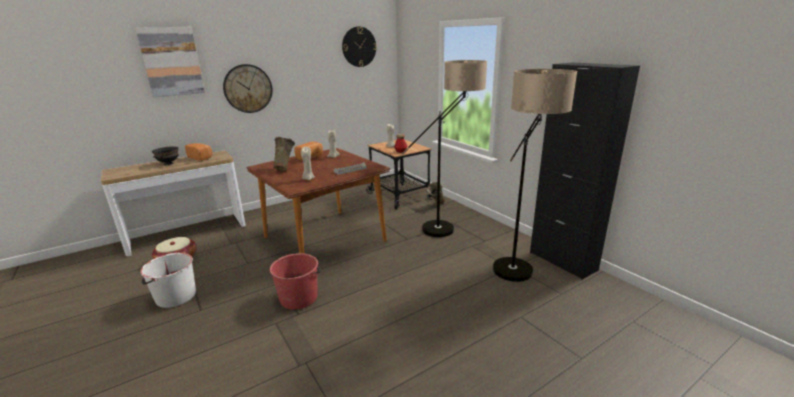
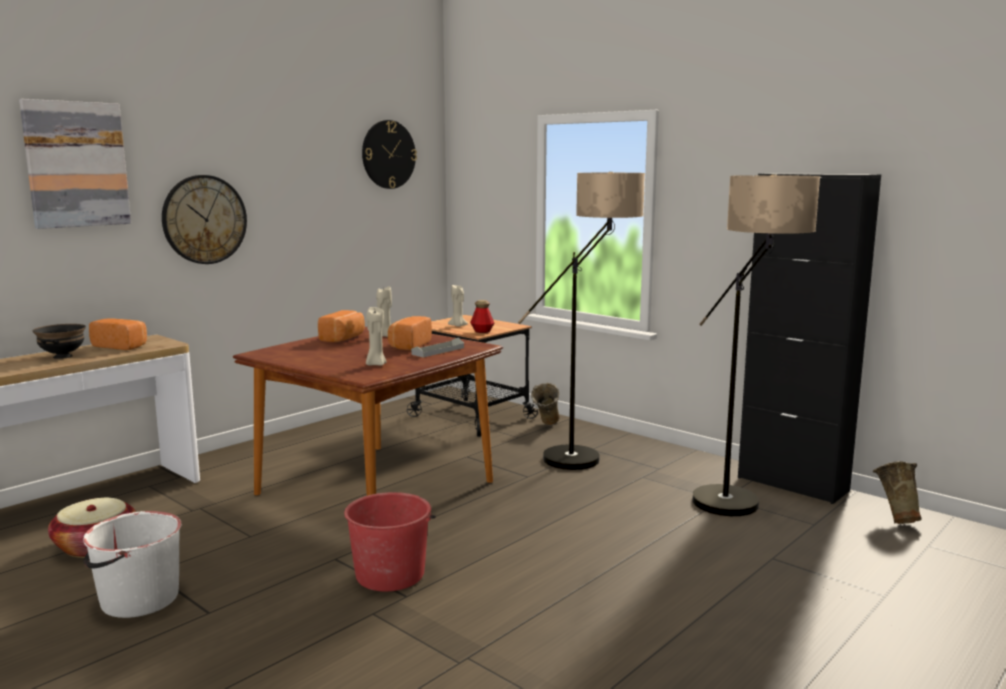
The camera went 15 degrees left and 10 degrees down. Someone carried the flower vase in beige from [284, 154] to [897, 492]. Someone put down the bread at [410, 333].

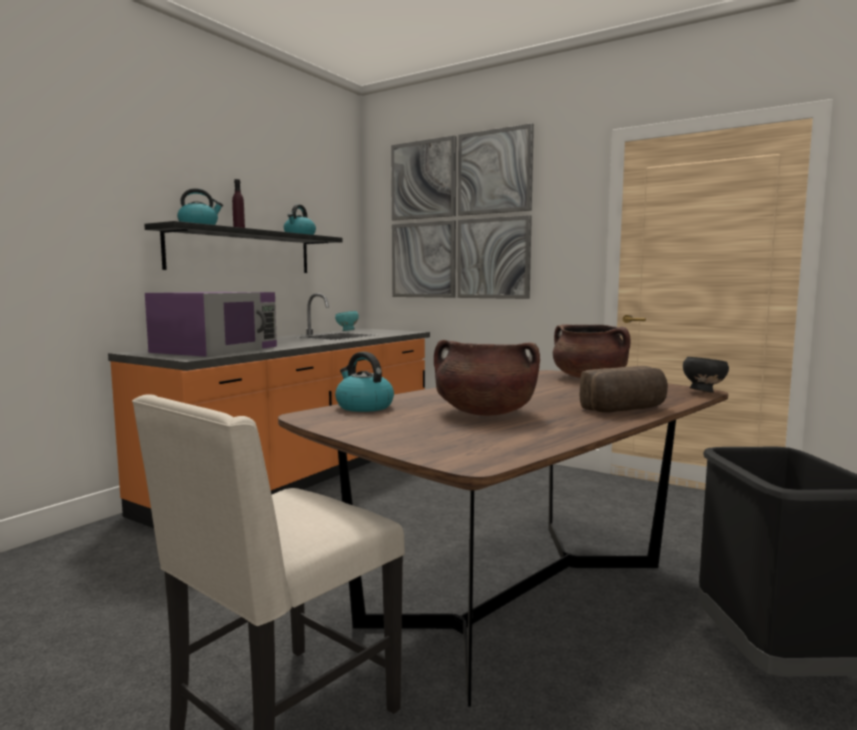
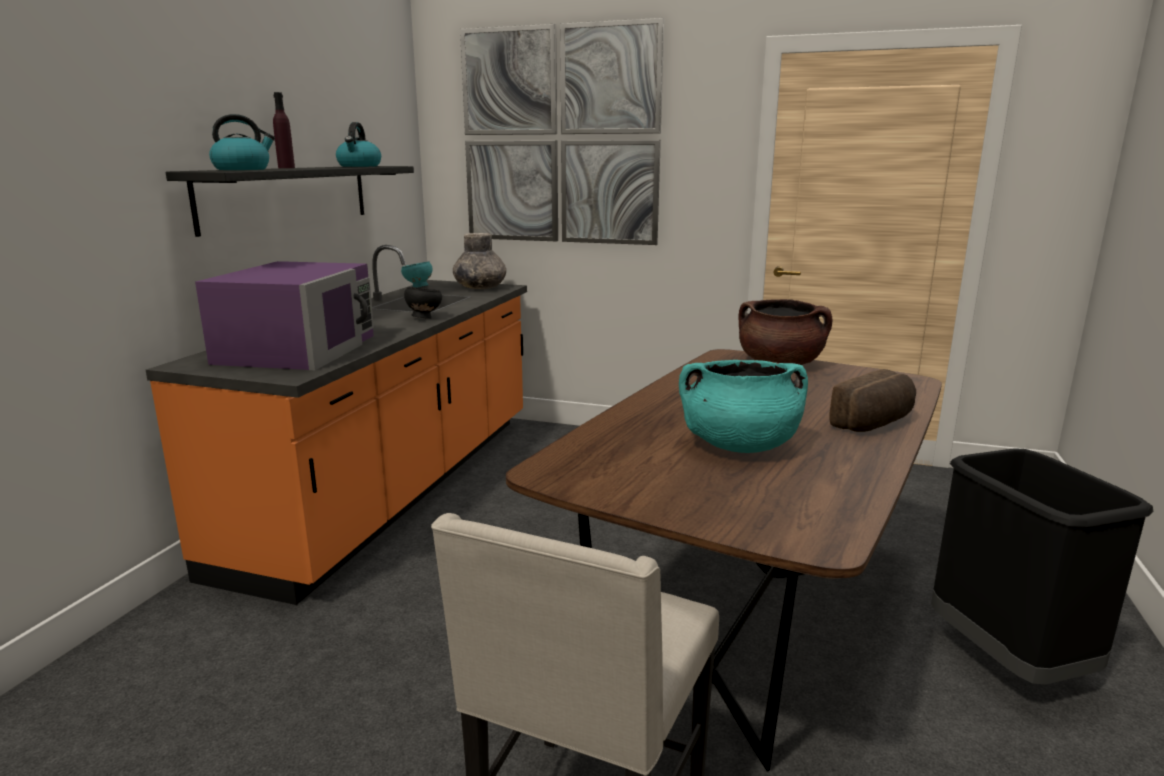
The camera went 15 degrees left and 10 degrees up. Someone repainted the stockpot in brown-coloured at [487, 378], which became the stockpot in turquoise at [743, 406]. Someone took away the water kettle at [364, 382]. Someone carried the deep dish in blackish from [706, 375] to [423, 303]. Someone put down the flower vase in greyish at [479, 261].

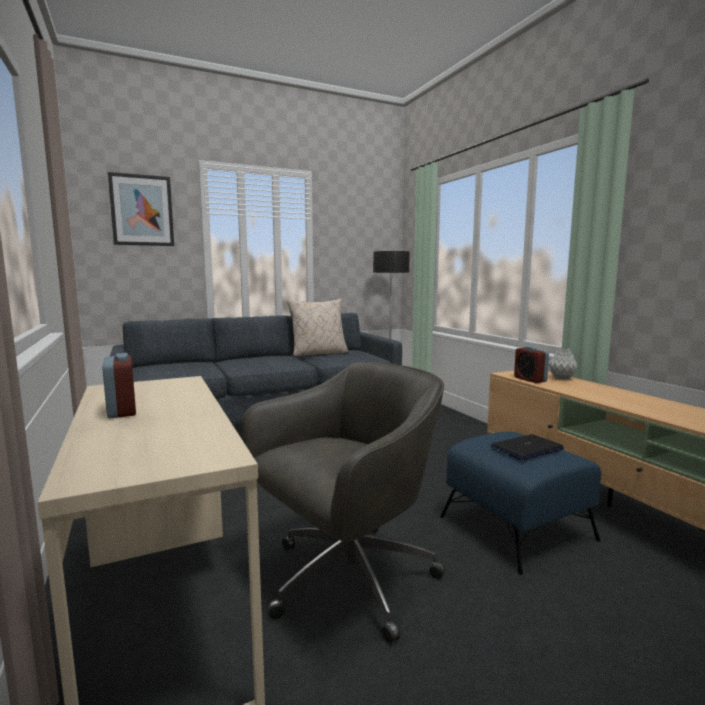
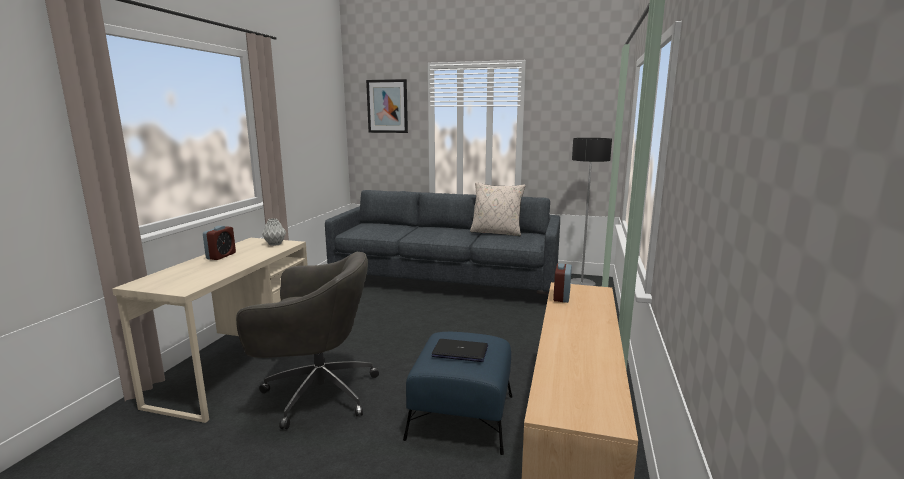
The camera went 40 degrees right and 5 degrees up. Someone carried the flower vase in greyish from [563, 364] to [274, 232].

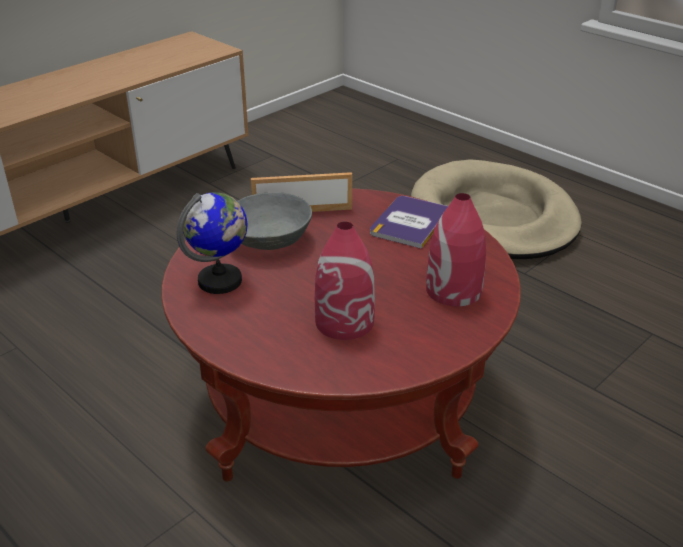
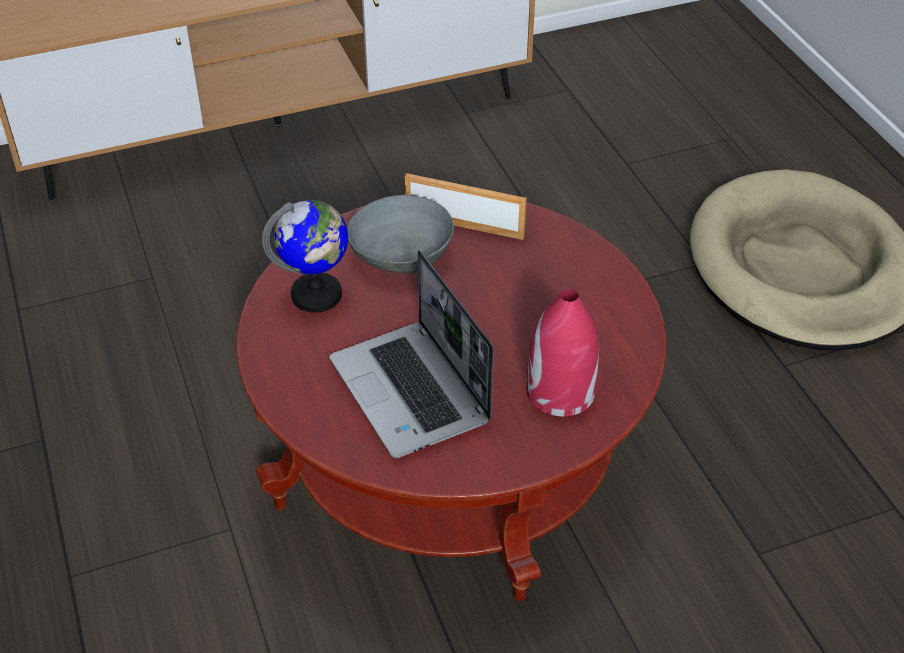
The camera went 25 degrees right and 10 degrees up. Someone took away the book at [409, 222]. Someone swapped the flower vase in red-coloured at [345, 281] for the laptop at [411, 354].

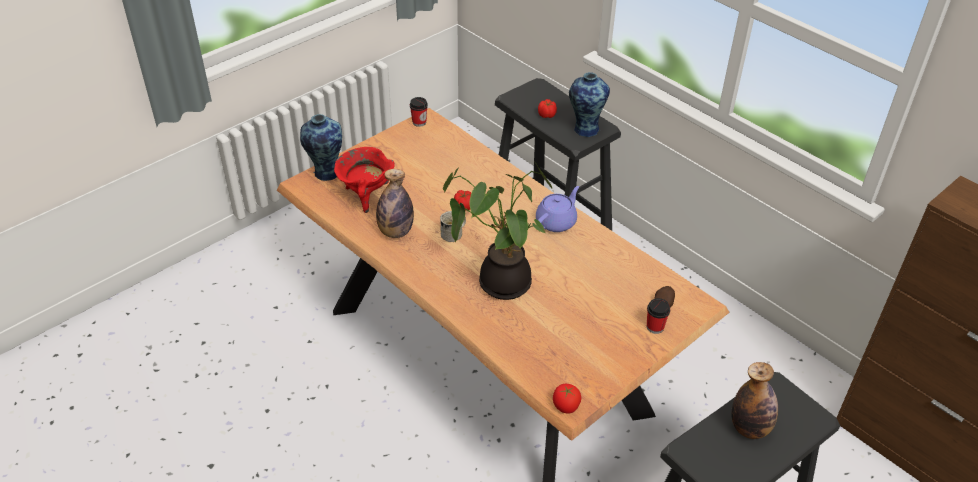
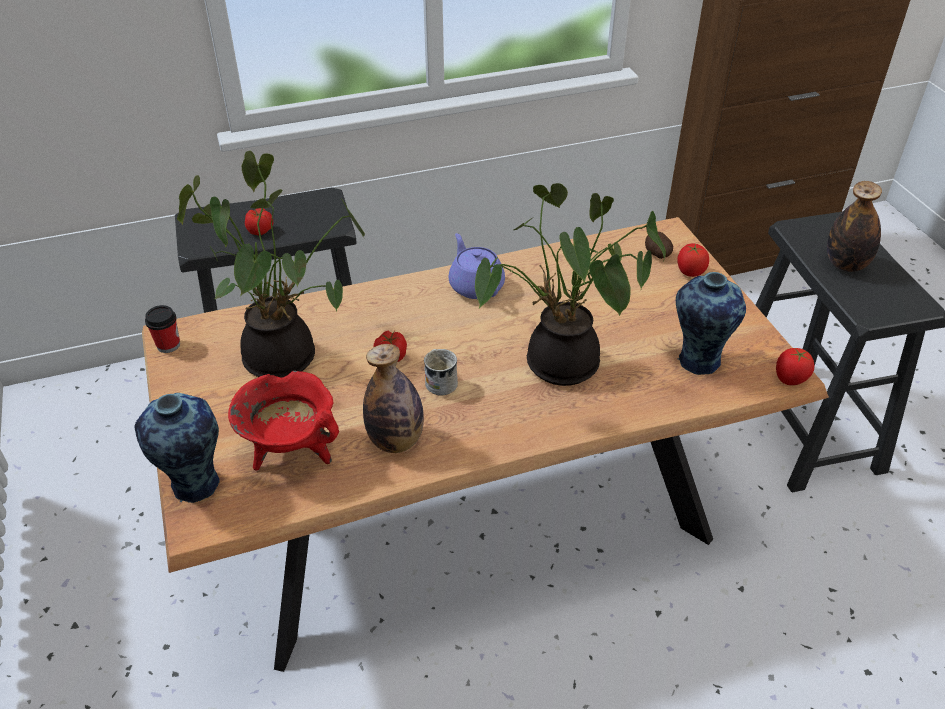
The camera went 65 degrees left and 0 degrees up. Someone carried the flower vase from [589, 104] to [711, 323]. Someone swapped the small cup at [658, 316] for the tomato at [693, 260]. Someone put down the plant in a pot at [271, 264].

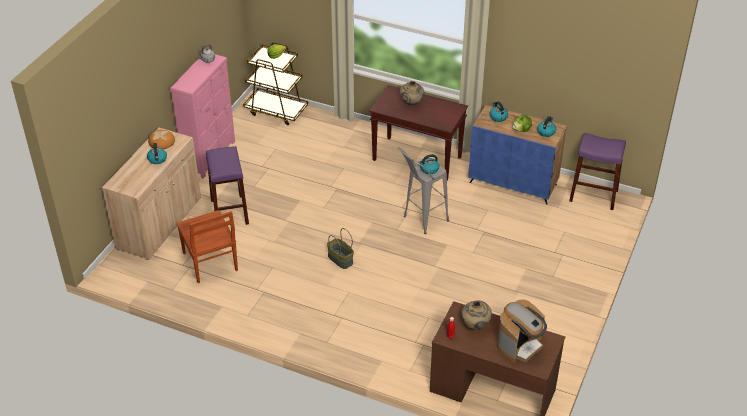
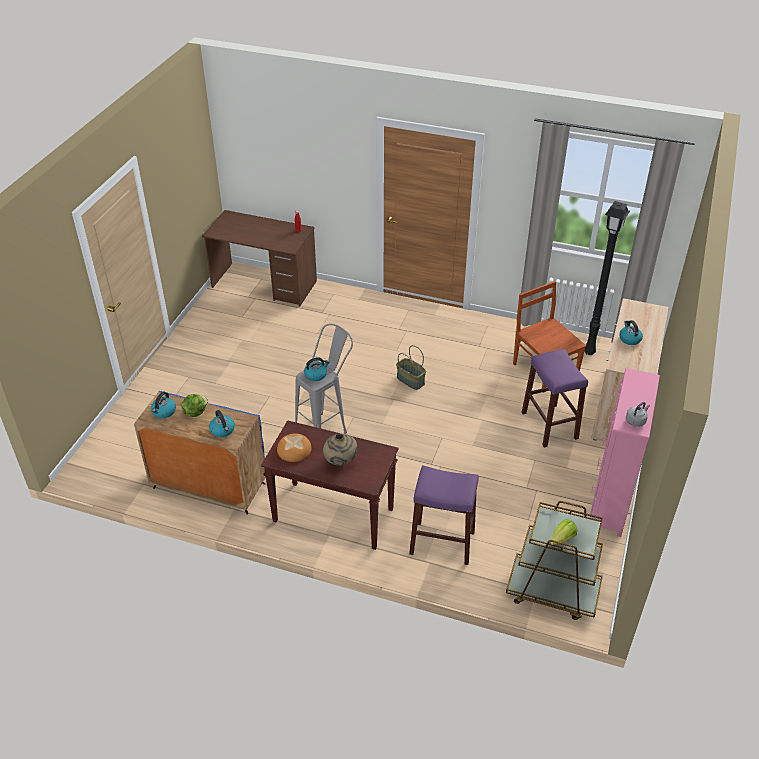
The camera went 175 degrees right and 0 degrees up. Someone carried the bread from [161, 139] to [294, 447]. Someone carried the stool in purple from [597, 171] to [444, 515]. Someone took away the coffee machine at [522, 330]. Someone took away the flower vase in beige at [476, 315]. Someone put down the standing lamp in blackish at [607, 278].

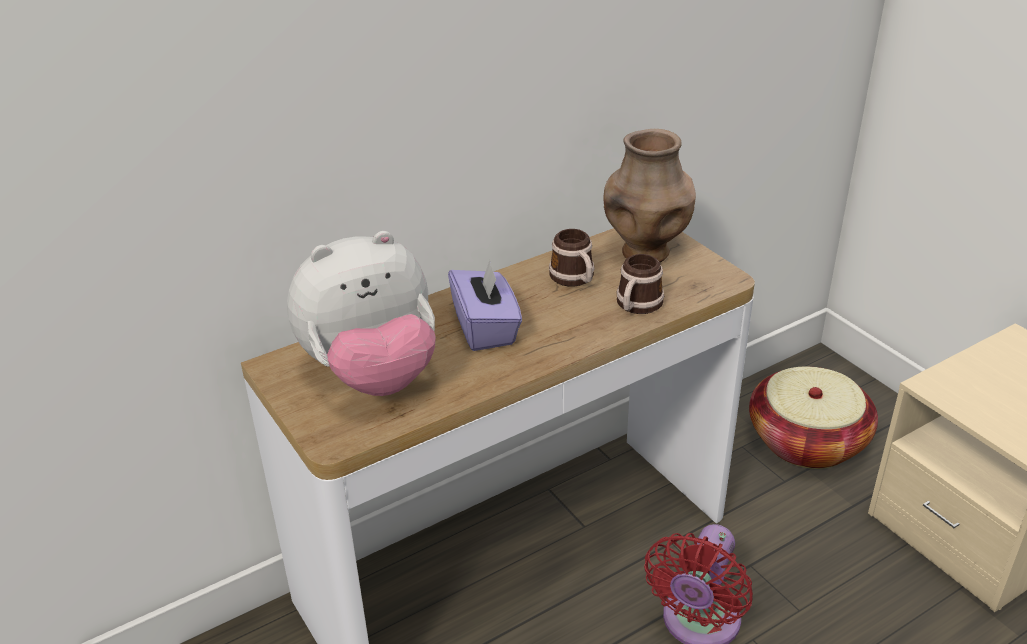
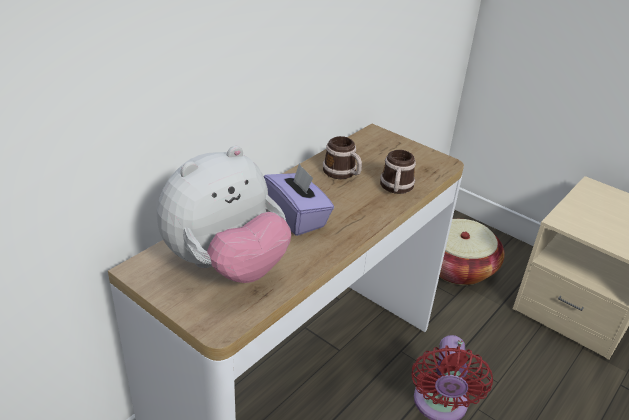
The camera went 20 degrees left and 0 degrees up. Someone took away the flower vase in brown-coloured at [649, 196].

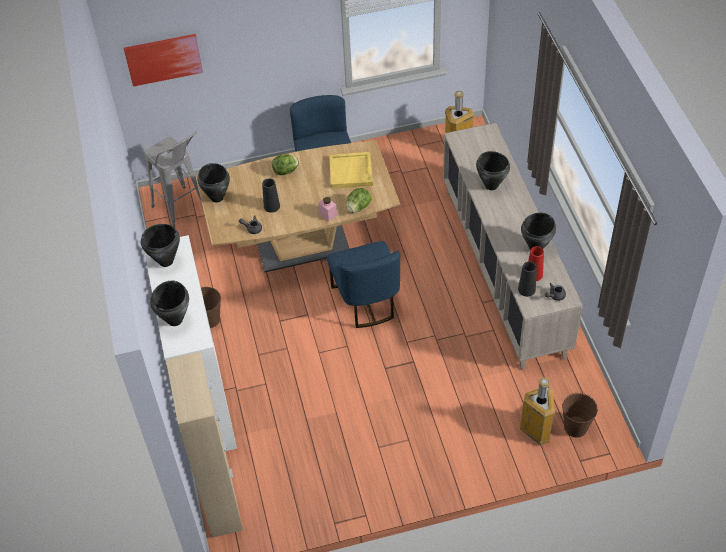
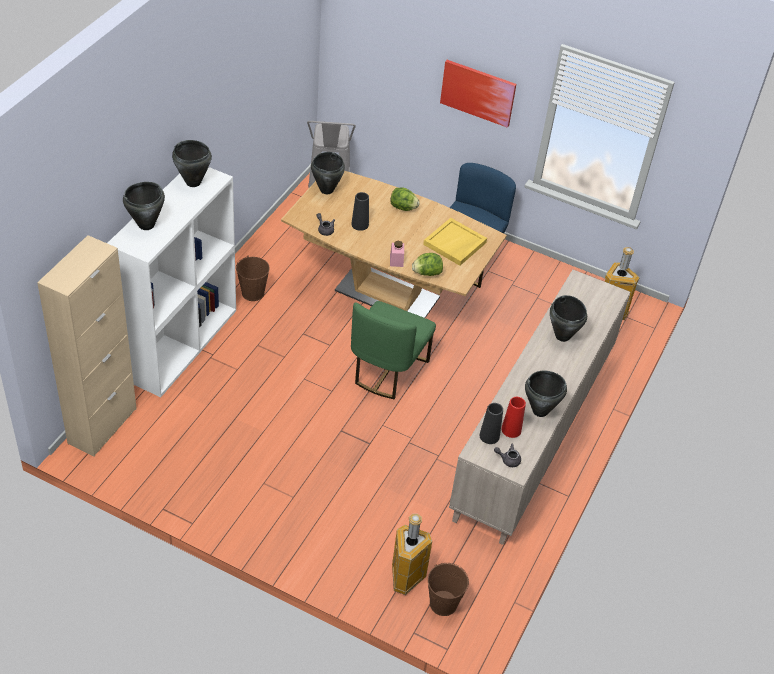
The camera went 35 degrees right and 5 degrees down. Someone carried the wall picture from [163, 60] to [478, 94]. Someone repainted the upright chair in blue at [363, 284], which became the upright chair in green at [393, 350].

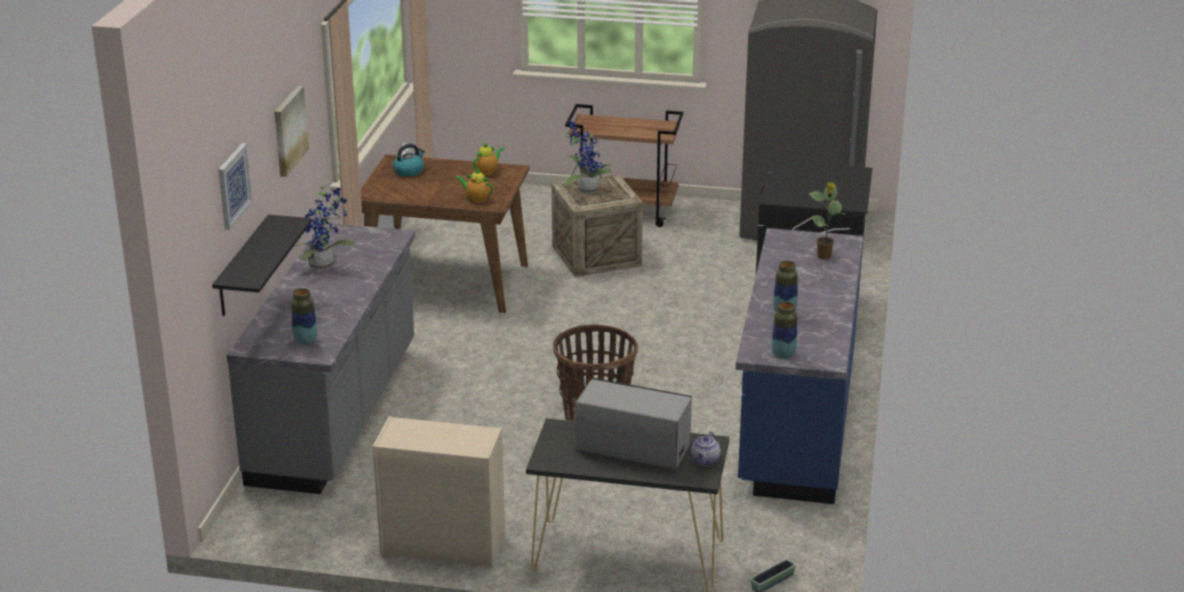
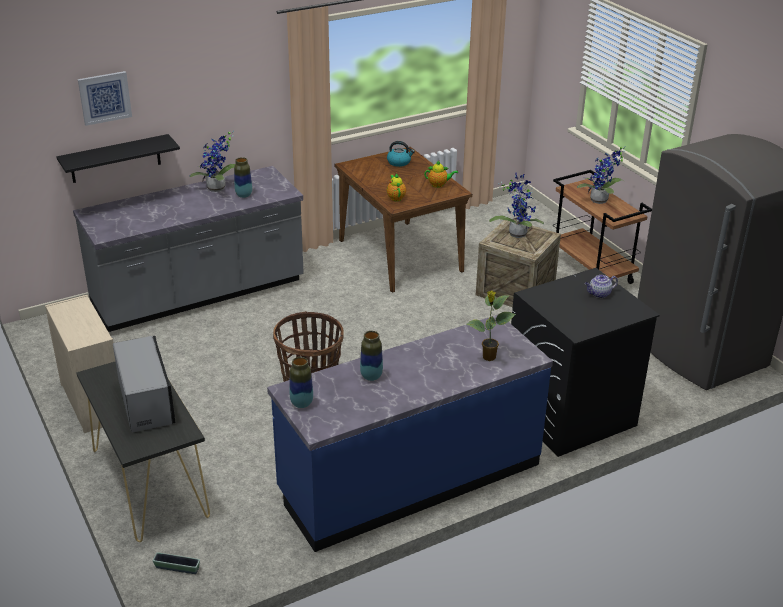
The camera went 50 degrees right and 5 degrees up. Someone took away the wall picture at [291, 131]. Someone carried the flower vase from [304, 316] to [243, 177]. Someone carried the pot for tea from [706, 448] to [601, 286]. Someone put down the plant in a pot at [601, 175].

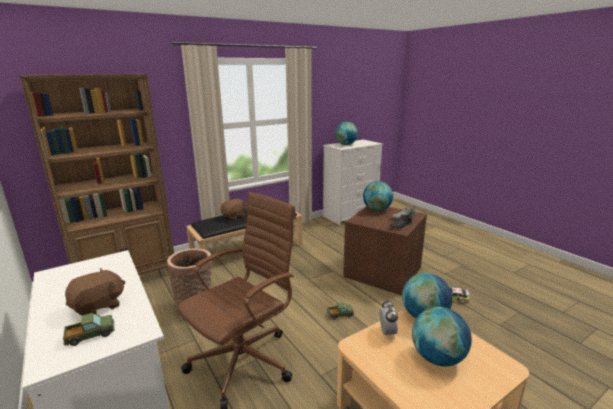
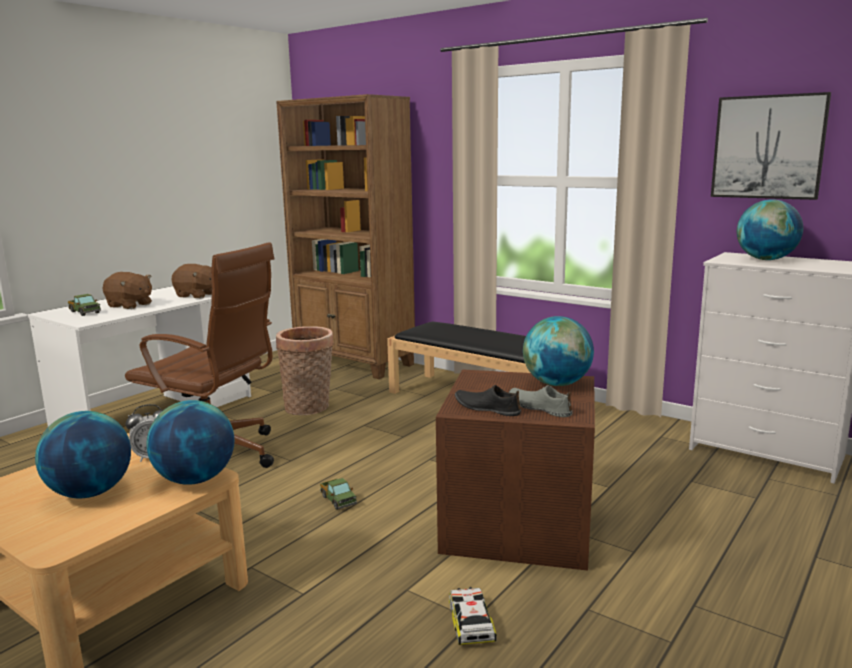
The camera went 70 degrees right and 5 degrees down. Someone carried the soft toy in brown-coloured from [233, 209] to [191, 281]. Someone put up the wall picture at [771, 146].

